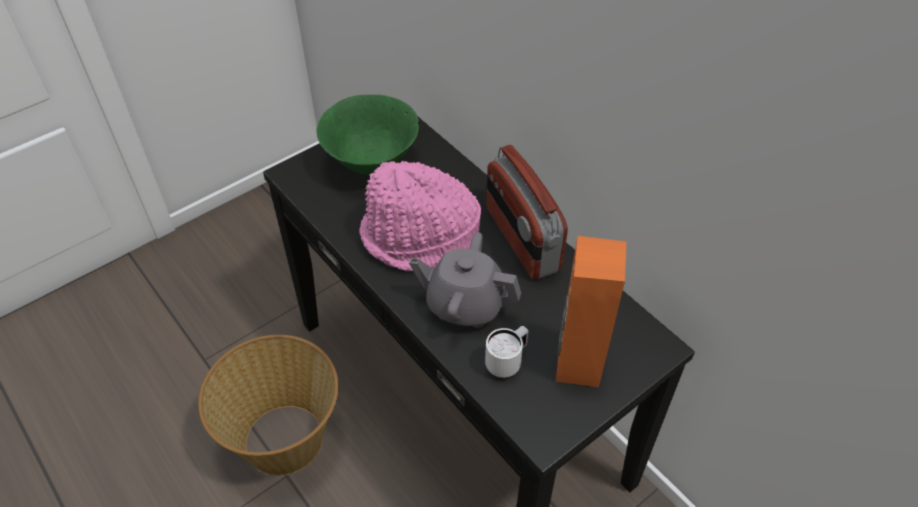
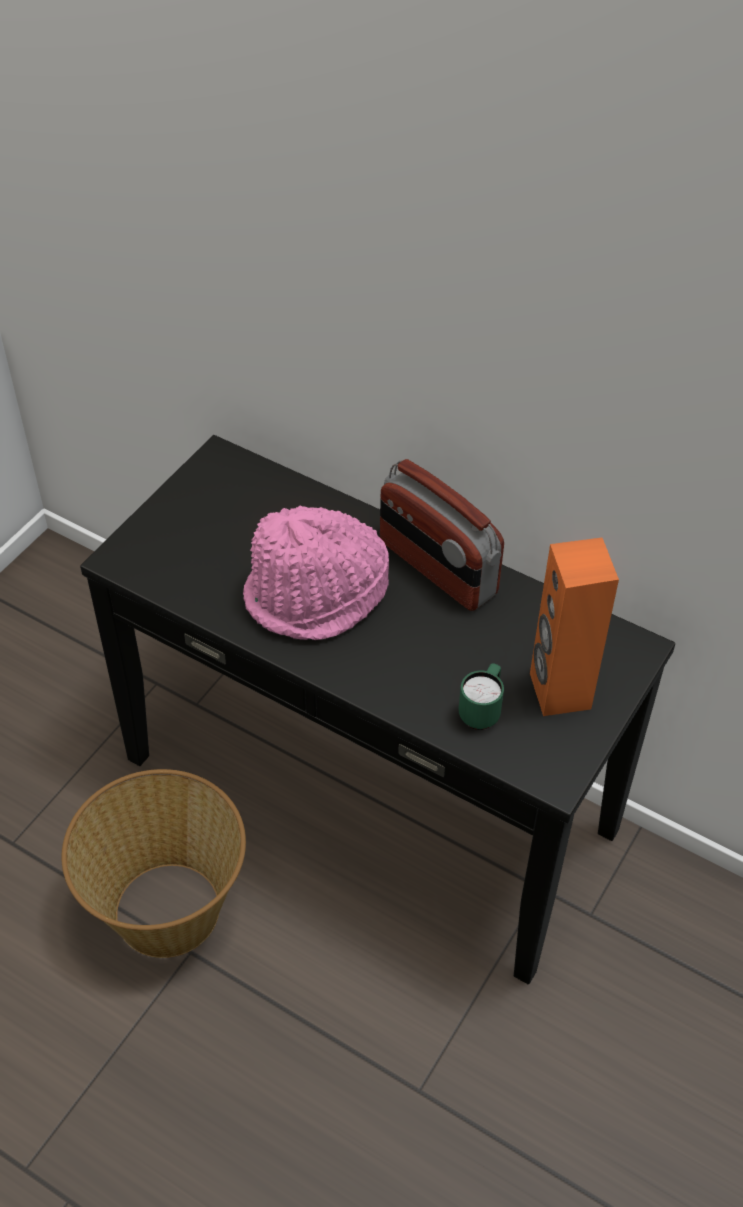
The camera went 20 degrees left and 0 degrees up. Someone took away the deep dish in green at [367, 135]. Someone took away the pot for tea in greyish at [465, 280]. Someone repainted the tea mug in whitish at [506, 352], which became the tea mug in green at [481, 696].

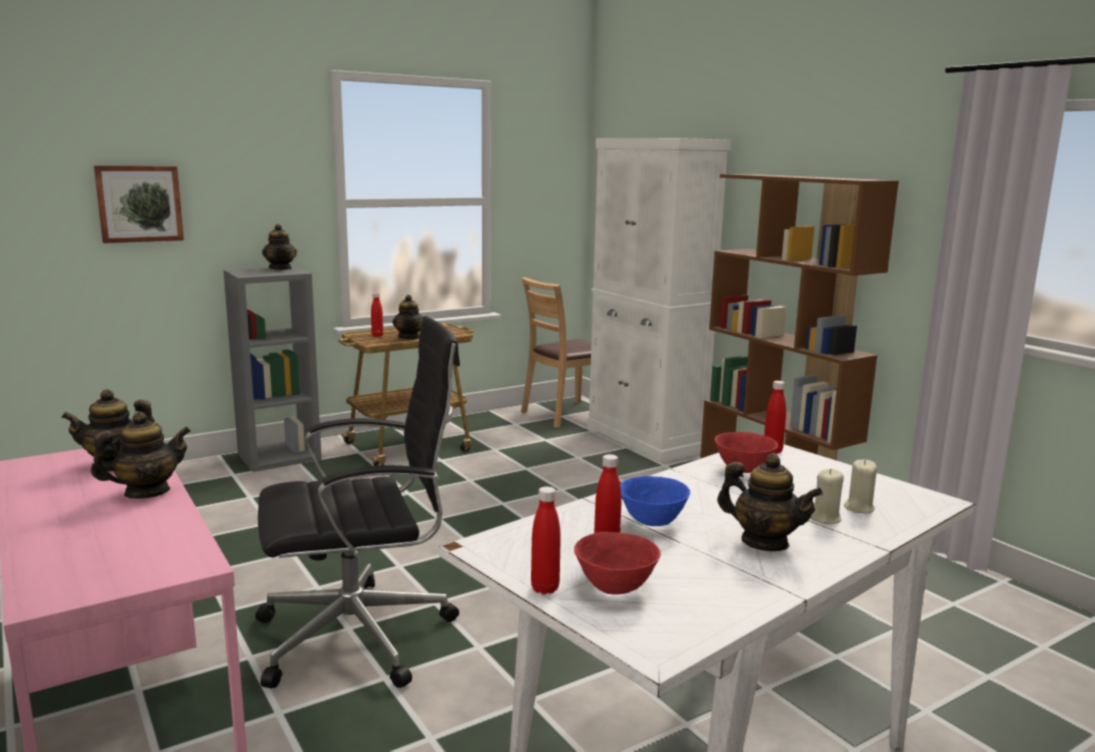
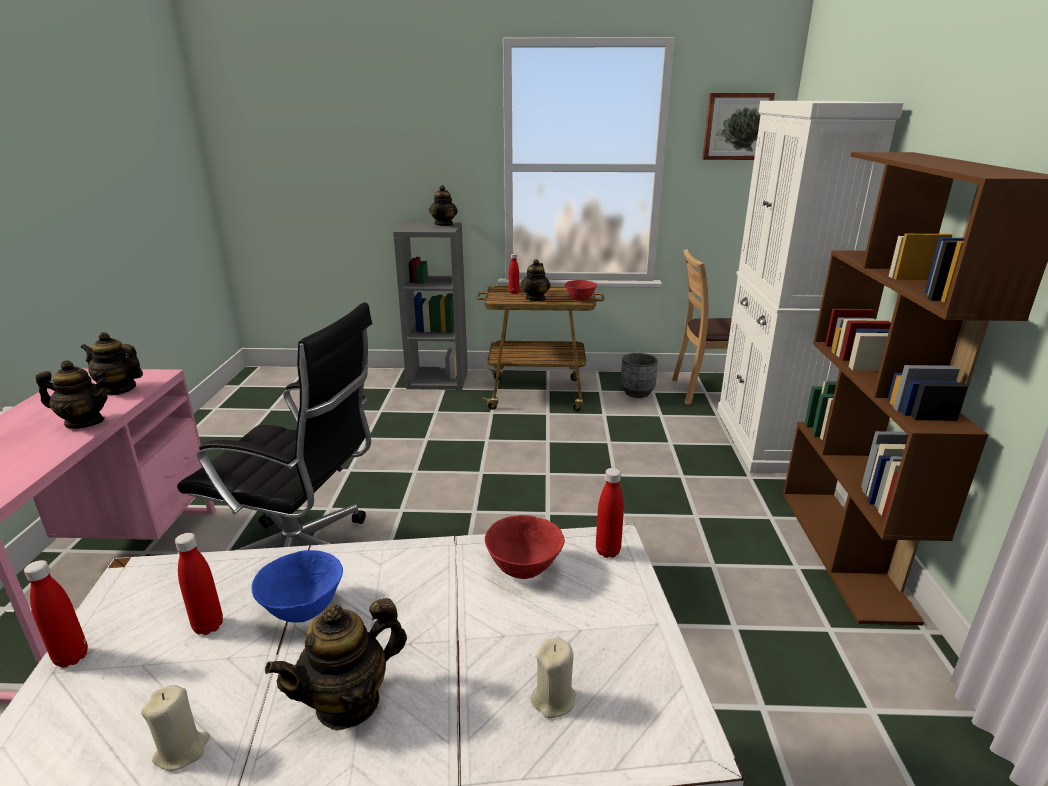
The camera went 35 degrees right and 10 degrees up. Someone carried the wall picture from [139, 204] to [738, 126]. Someone rotated the pot for tea at [770, 502] by 75 degrees clockwise. Someone carried the wax light in beige from [827, 496] to [175, 728]. Someone carried the deep dish in red-coloured from [617, 563] to [581, 290]. Someone put down the flower pot in greyish at [639, 375].

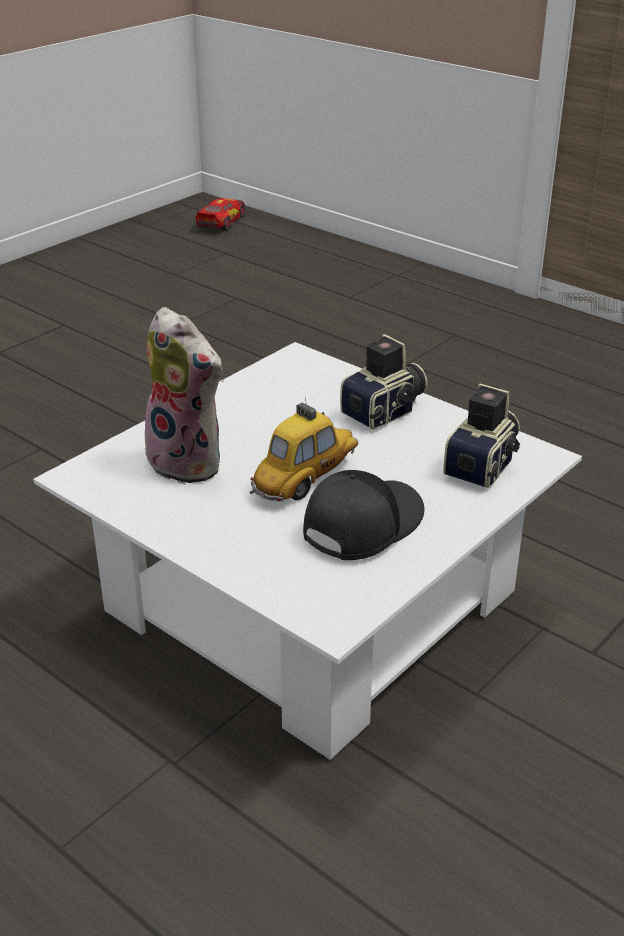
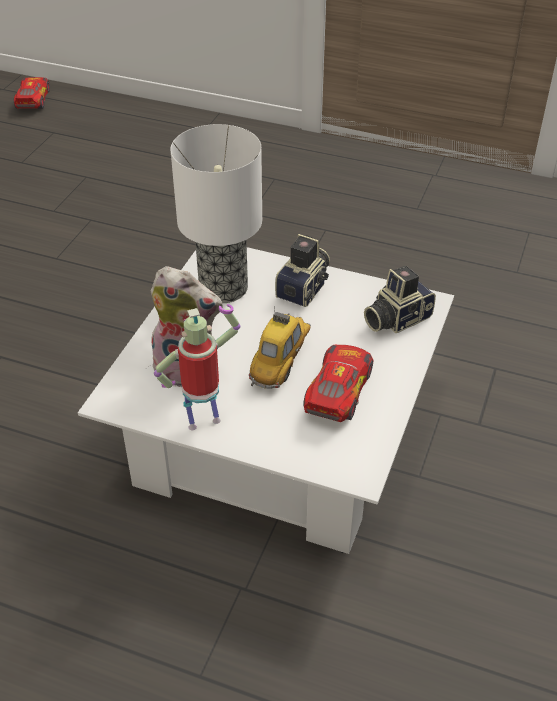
The camera went 20 degrees left and 10 degrees up. Someone rotated the still camera at [482, 435] by 135 degrees counterclockwise. Someone swapped the baseball cap in blackish at [364, 515] for the miniature car at [338, 383]. Someone put down the lamp for a table at [216, 213]. Someone put down the robot figure at [197, 367].

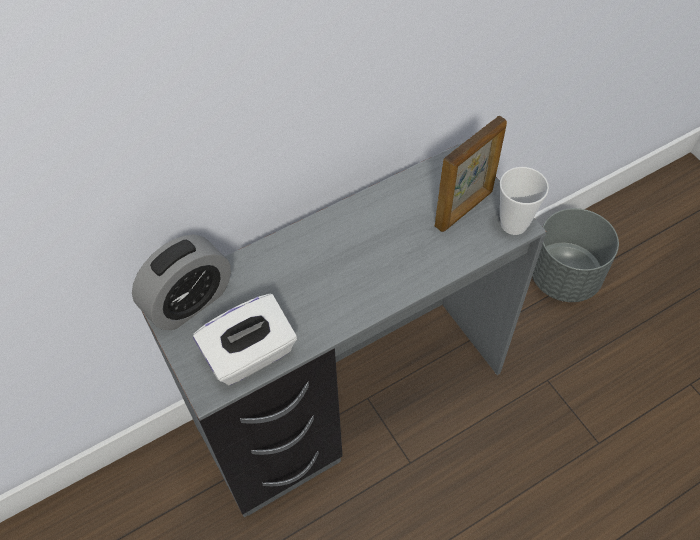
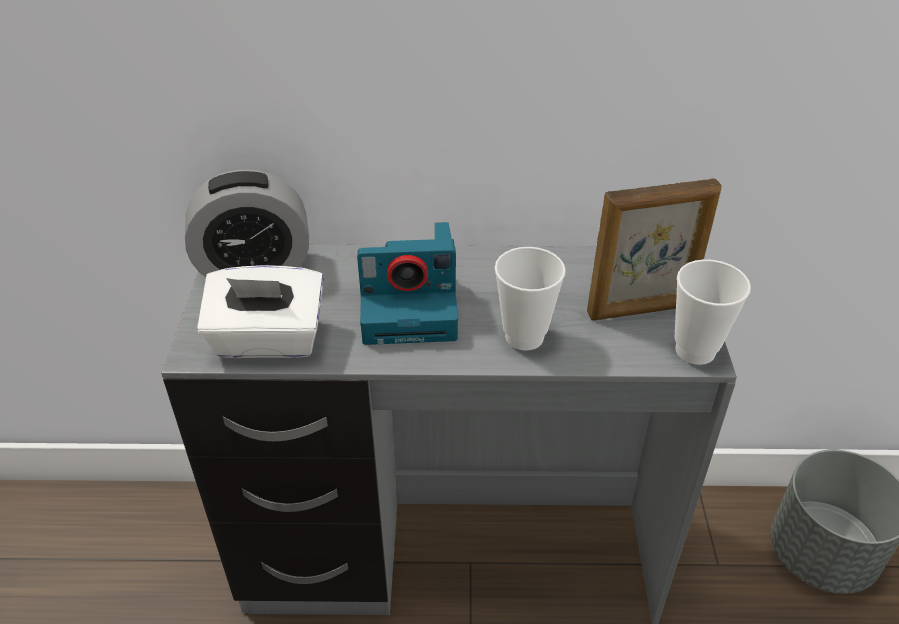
The camera went 30 degrees right and 15 degrees down. Someone put down the still camera at [407, 283]. Someone put down the small cup at [530, 299].

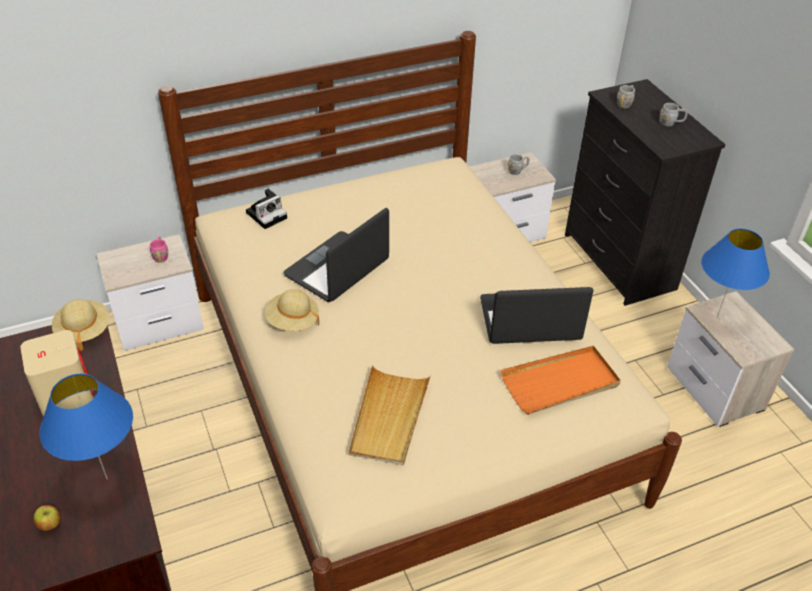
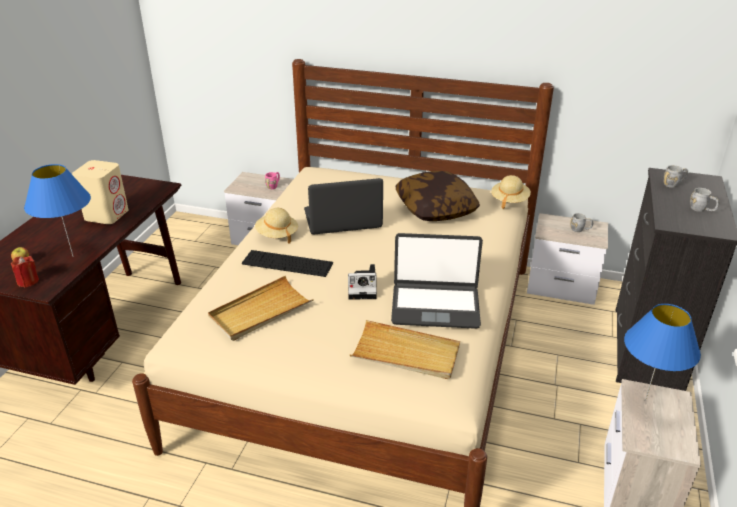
The camera went 40 degrees right and 10 degrees down. Someone carried the still camera from [266, 209] to [362, 282]. Someone rotated the laptop at [537, 315] by 150 degrees clockwise. Someone carried the hat in beige from [80, 325] to [511, 192]. Someone repainted the serving tray in orange at [561, 380], which became the serving tray in beige at [405, 349]. Someone put down the pillow at [438, 196]. Someone put down the computer keyboard at [287, 263]. Someone put down the wax light in red-coloured at [25, 271].

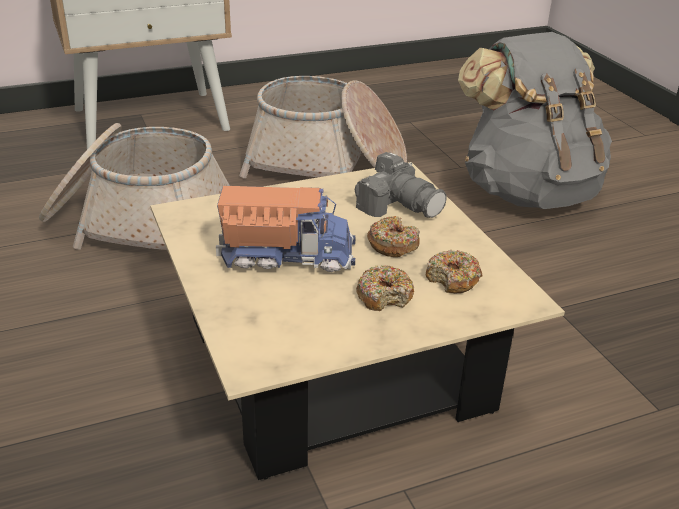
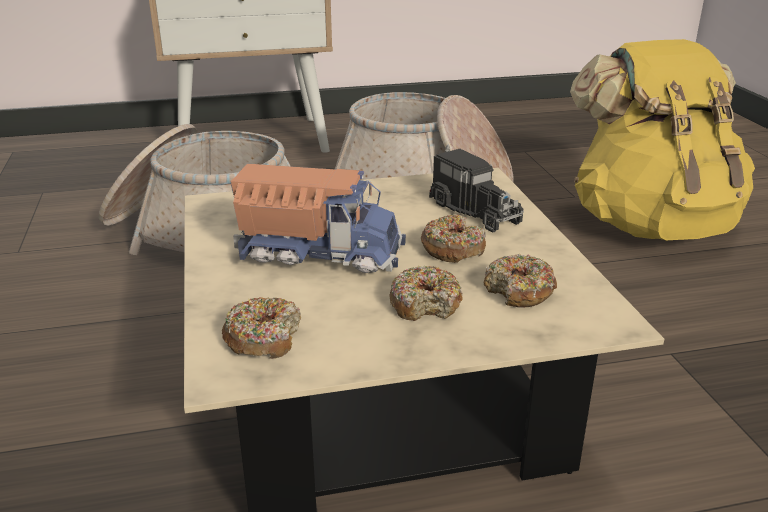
The camera went 10 degrees right and 5 degrees down. Someone repainted the knapsack in greyish at [535, 120], which became the knapsack in yellowish at [662, 139]. Someone swapped the still camera at [401, 185] for the toy truck at [476, 188]. Someone put down the donut at [261, 328].

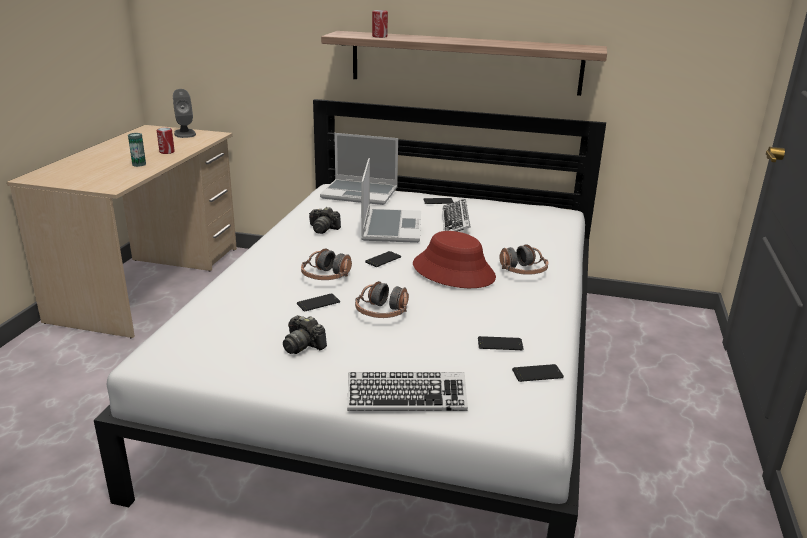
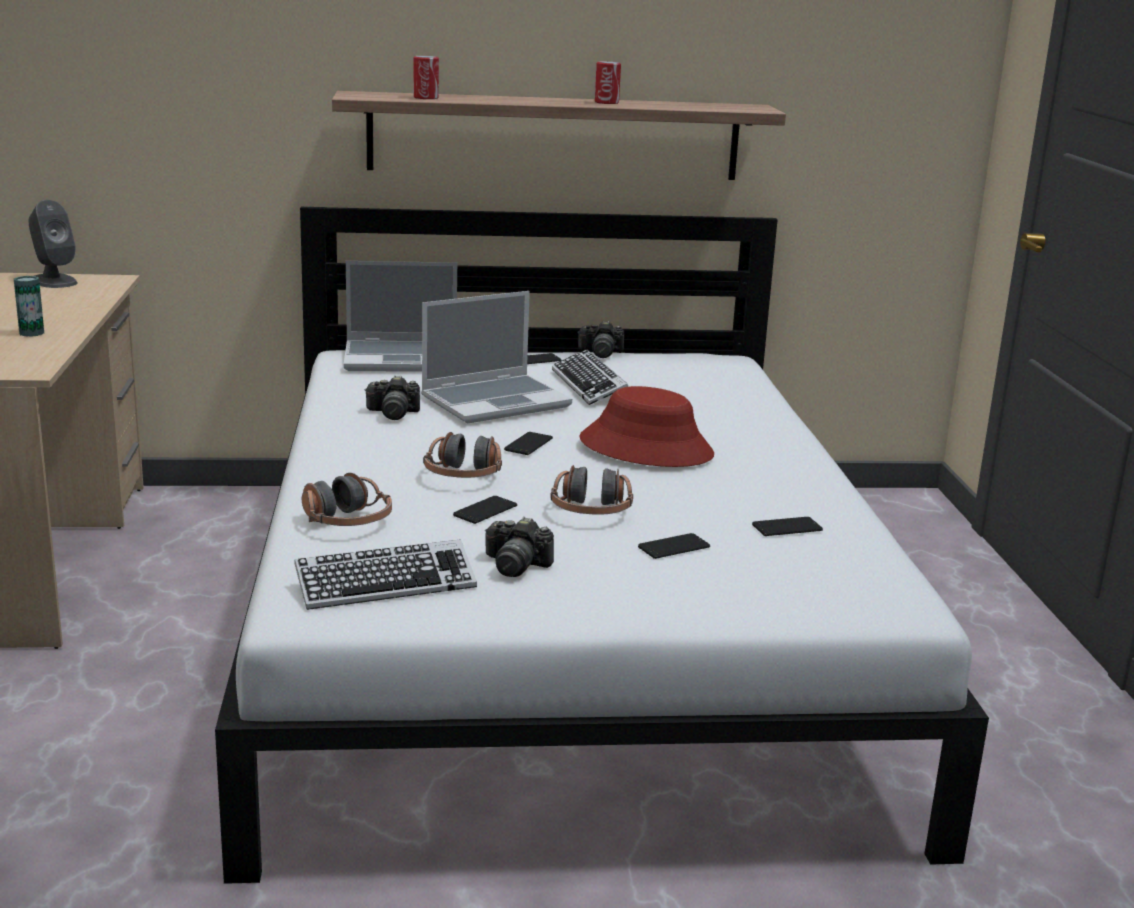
The camera went 20 degrees left and 5 degrees down. Someone carried the can from [166, 141] to [608, 82]. Someone rotated the laptop at [391, 200] by 75 degrees clockwise. Someone carried the headset from [523, 259] to [347, 499]. Someone carried the telephone from [538, 373] to [674, 546]. Someone carried the computer keyboard from [407, 391] to [385, 574]. Someone put down the still camera at [600, 339].

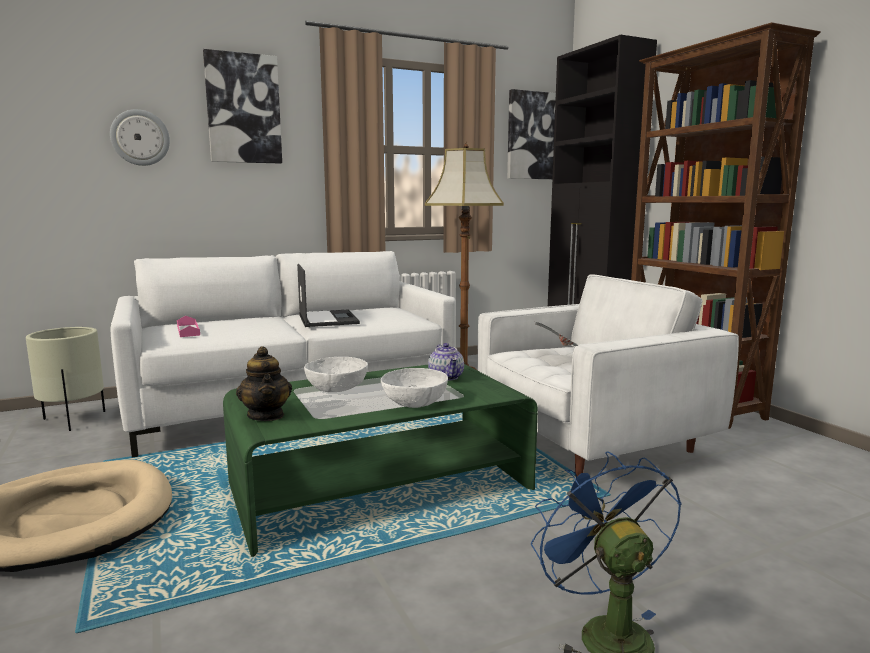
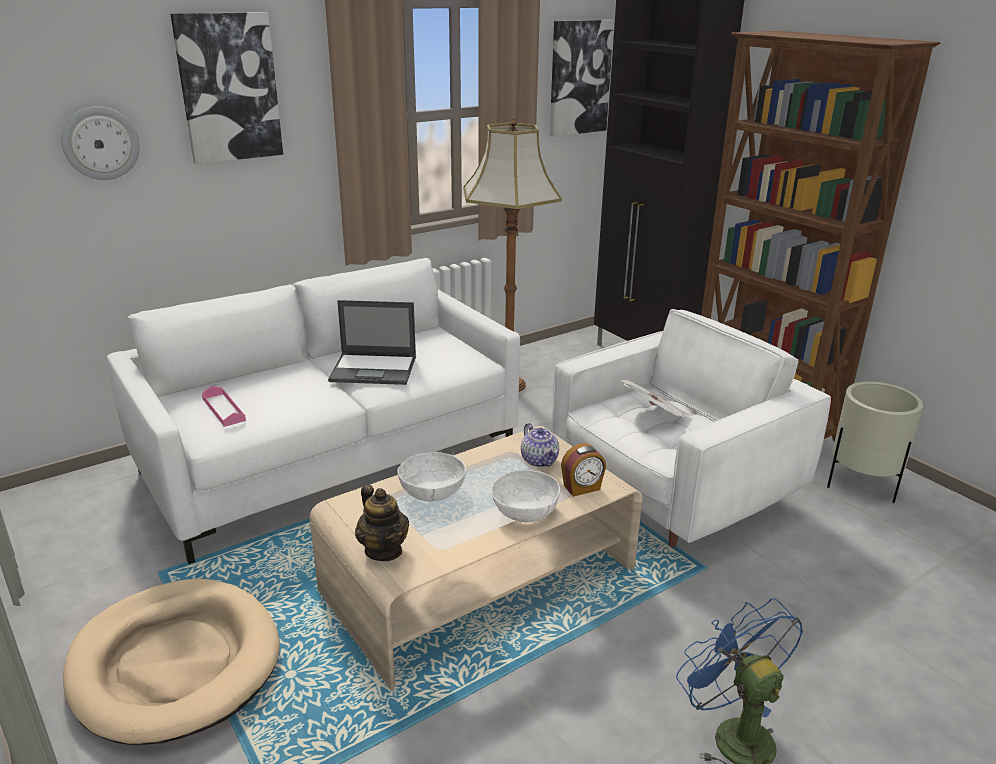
The camera went 10 degrees left and 15 degrees up. Someone rotated the laptop at [328, 295] by 120 degrees clockwise. Someone carried the flower pot in beige from [65, 379] to [875, 442]. Someone repainted the coffee table in green at [380, 460], which became the coffee table in beige at [476, 558]. Someone put down the alarm clock at [583, 470].

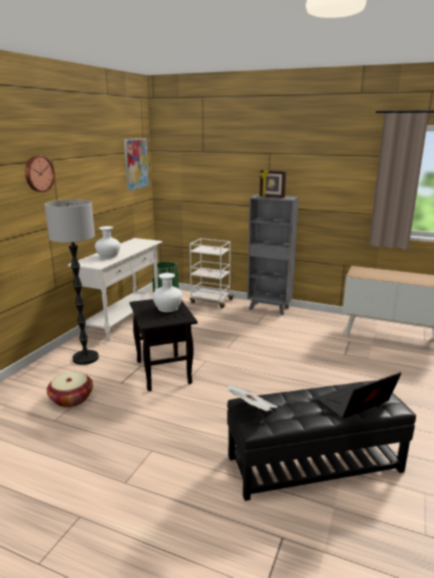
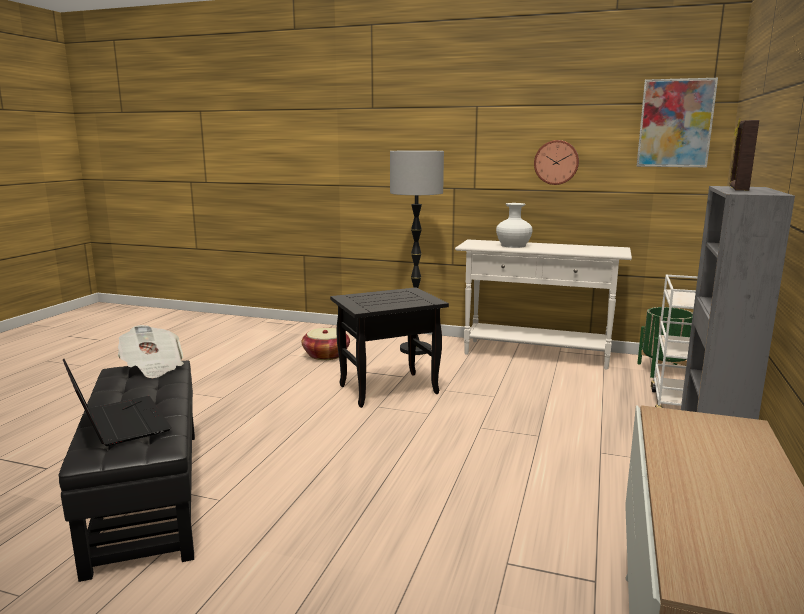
The camera went 85 degrees right and 5 degrees down. Someone carried the wall clock from [40, 173] to [556, 162]. Someone took away the flower vase in whitish at [168, 292].

